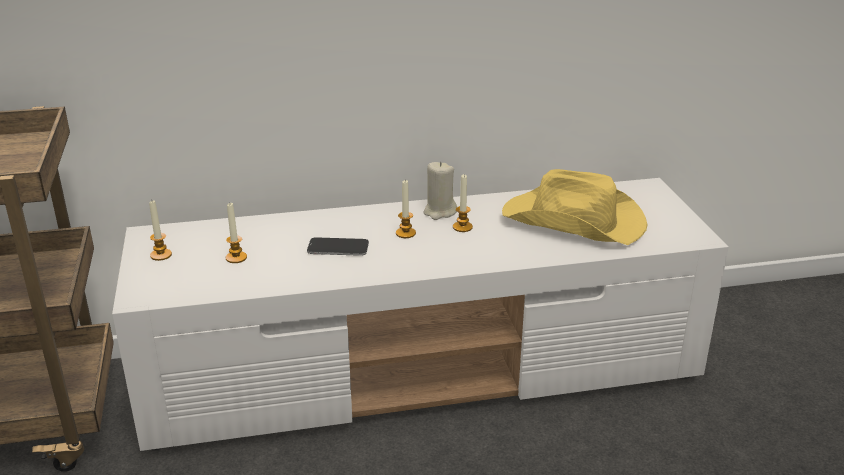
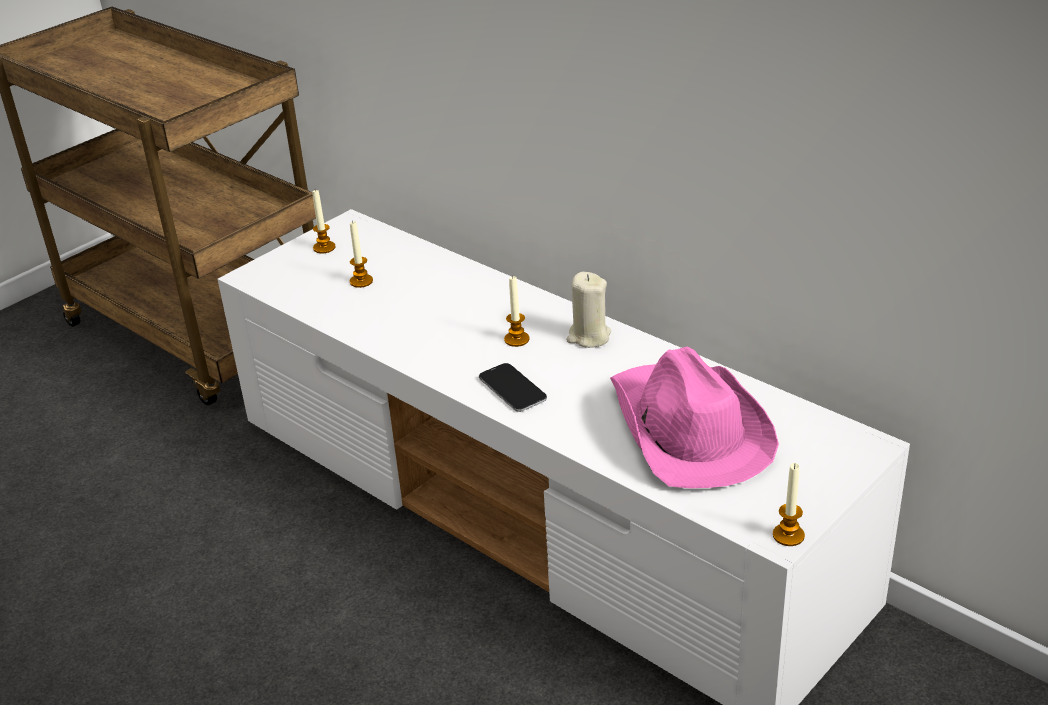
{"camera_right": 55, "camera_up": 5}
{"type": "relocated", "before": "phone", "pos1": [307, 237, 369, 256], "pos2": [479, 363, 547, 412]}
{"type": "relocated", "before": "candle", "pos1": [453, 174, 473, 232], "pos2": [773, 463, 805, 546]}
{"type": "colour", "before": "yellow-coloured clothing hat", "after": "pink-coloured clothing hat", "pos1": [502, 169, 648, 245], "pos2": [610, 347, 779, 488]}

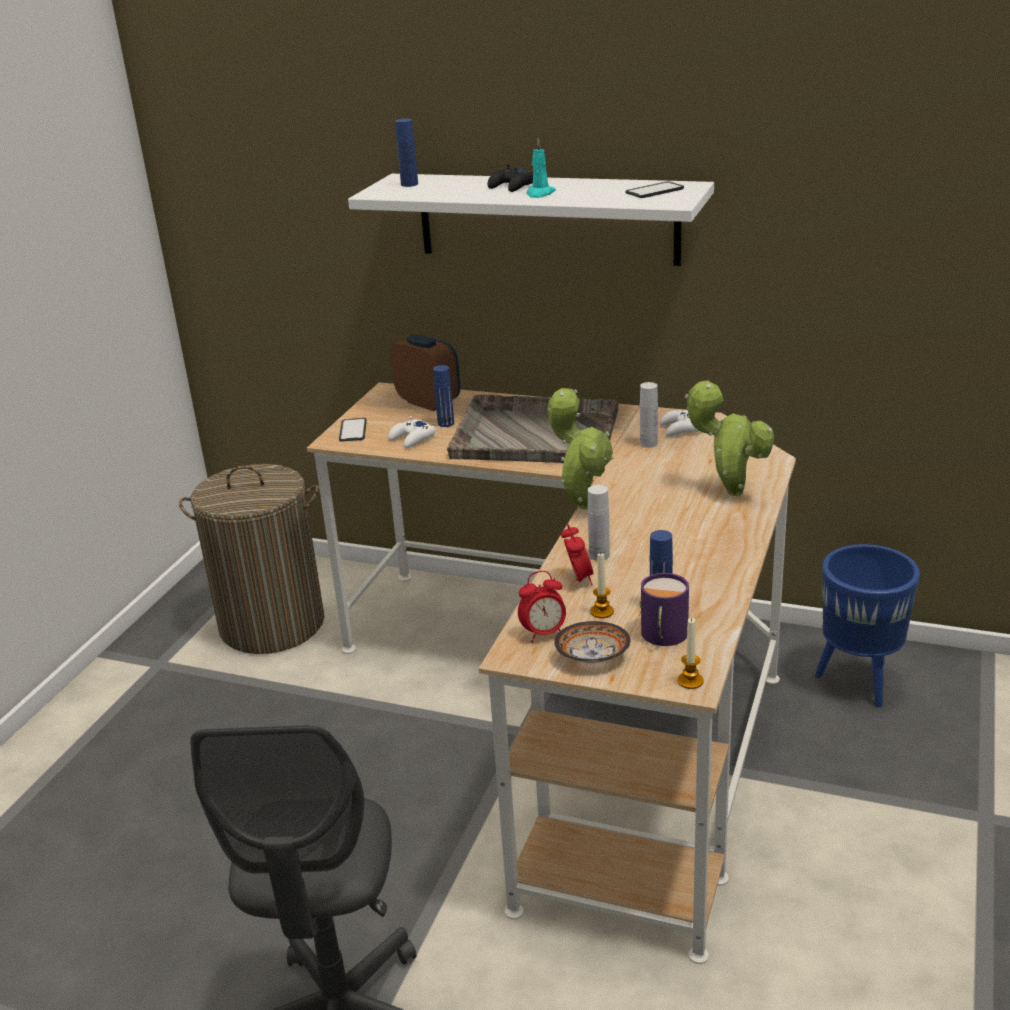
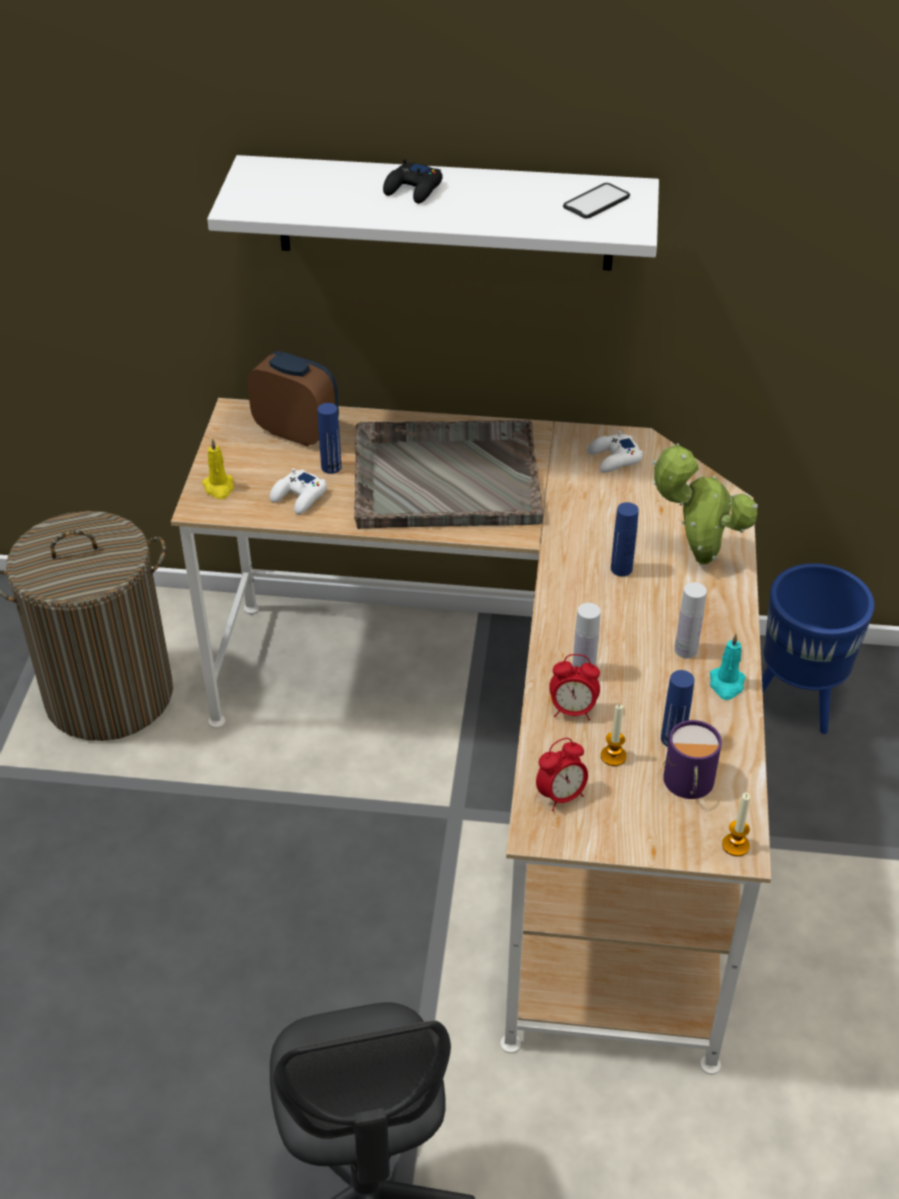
{"camera_right": -15, "camera_up": 15}
{"type": "missing", "before": "potted plant", "pos1": [547, 388, 614, 510]}
{"type": "missing", "before": "deep dish", "pos1": [554, 621, 630, 663]}
{"type": "relocated", "before": "blue-coloured beverage bottle", "pos1": [395, 119, 418, 187], "pos2": [611, 502, 639, 576]}
{"type": "relocated", "before": "blue-green candle", "pos1": [526, 138, 556, 198], "pos2": [710, 634, 746, 700]}
{"type": "relocated", "before": "white-coloured beverage bottle", "pos1": [640, 382, 658, 448], "pos2": [675, 582, 707, 658]}
{"type": "exchanged", "before": "phone", "after": "yellow-coloured candle", "pos1": [339, 418, 367, 442], "pos2": [202, 438, 234, 499]}
{"type": "spun", "before": "alarm clock", "pos1": [561, 523, 594, 586], "pos2": [549, 654, 600, 720], "turn": 120}

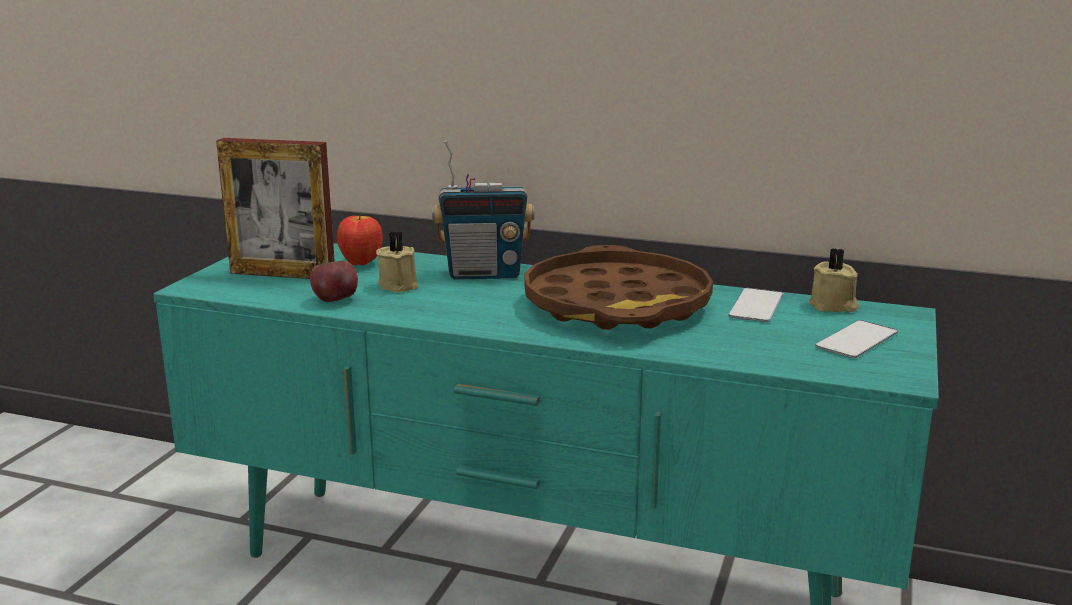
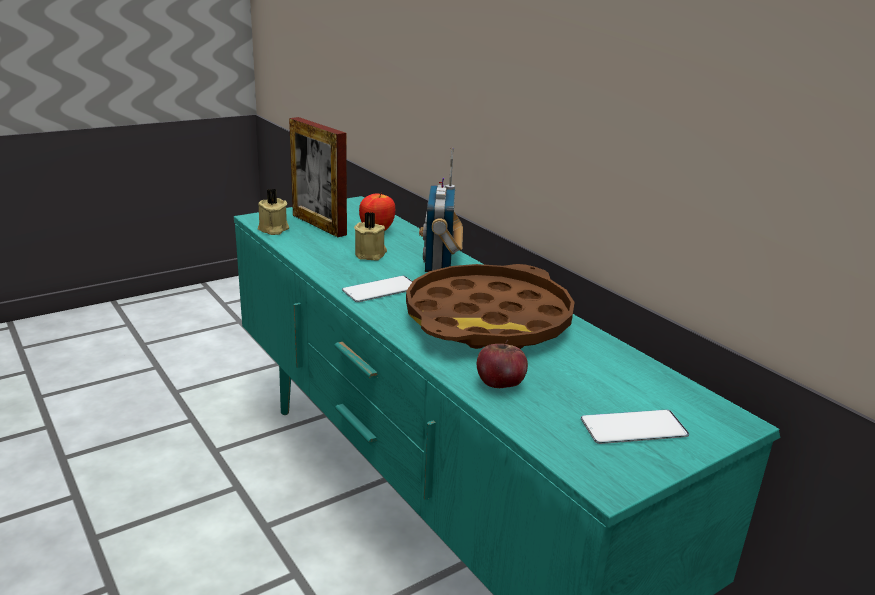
{"camera_right": 35, "camera_up": 5}
{"type": "relocated", "before": "apple fruit", "pos1": [310, 255, 358, 302], "pos2": [477, 340, 528, 388]}
{"type": "relocated", "before": "phone", "pos1": [728, 288, 783, 322], "pos2": [342, 276, 413, 302]}
{"type": "relocated", "before": "beige candle", "pos1": [809, 248, 859, 312], "pos2": [258, 189, 289, 235]}
{"type": "spun", "before": "radio", "pos1": [432, 140, 534, 280], "pos2": [419, 148, 463, 272], "turn": 60}

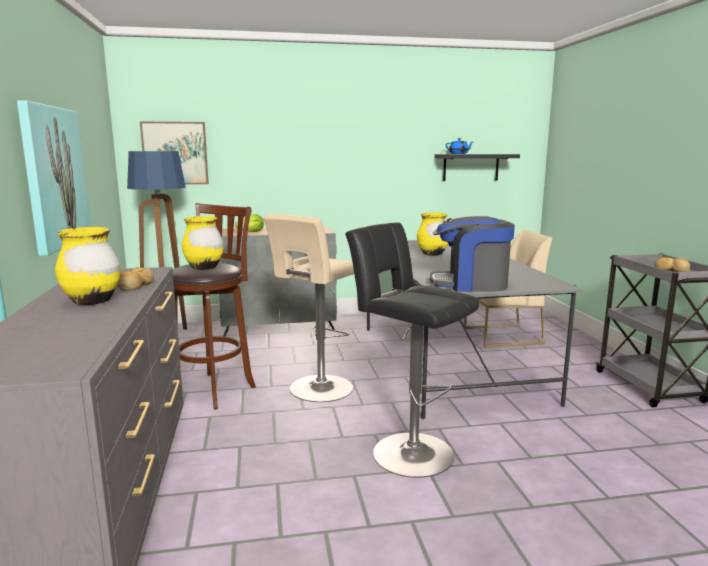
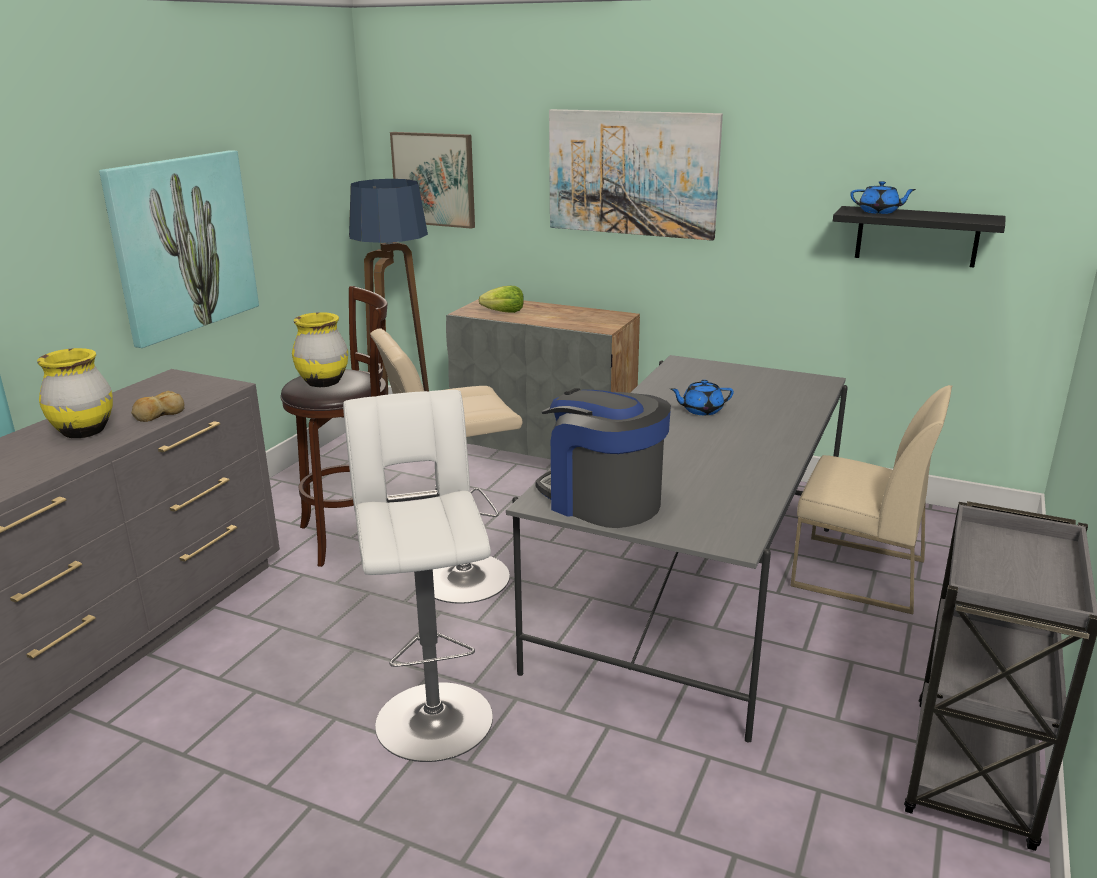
{"camera_right": 35, "camera_up": 10}
{"type": "missing", "before": "bakery bread", "pos1": [654, 257, 690, 272]}
{"type": "appeared", "after": "wall art", "pos2": [549, 109, 723, 241]}
{"type": "exchanged", "before": "yellow-coloured decorative vase", "after": "blue-coloured teapot", "pos1": [417, 212, 448, 256], "pos2": [670, 380, 734, 415]}
{"type": "colour", "before": "black-coloured sitting stool", "after": "white-coloured sitting stool", "pos1": [345, 222, 479, 478], "pos2": [343, 390, 493, 762]}

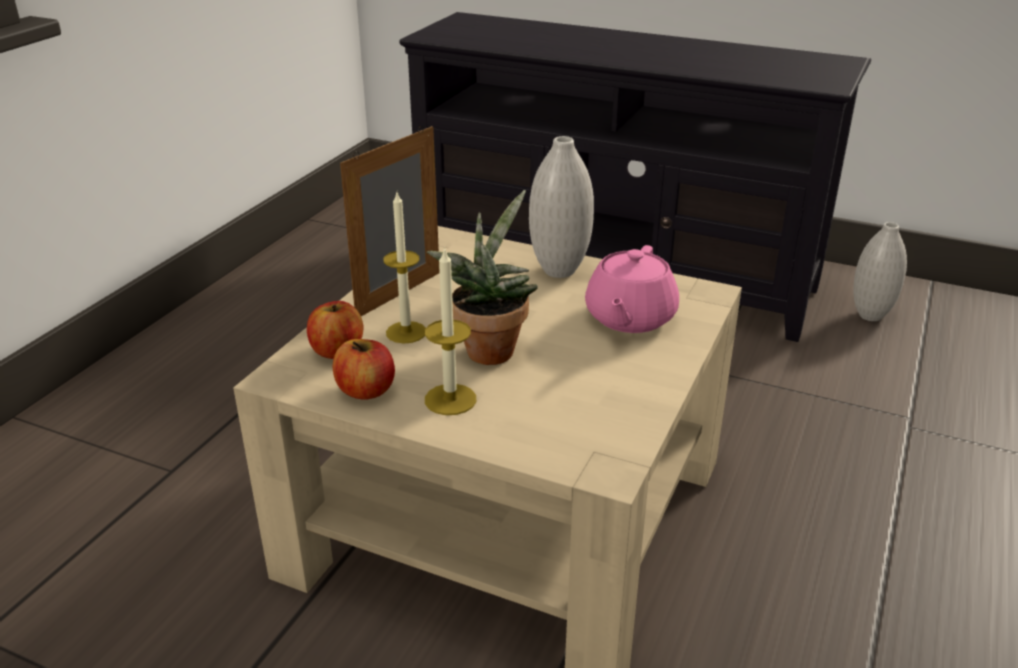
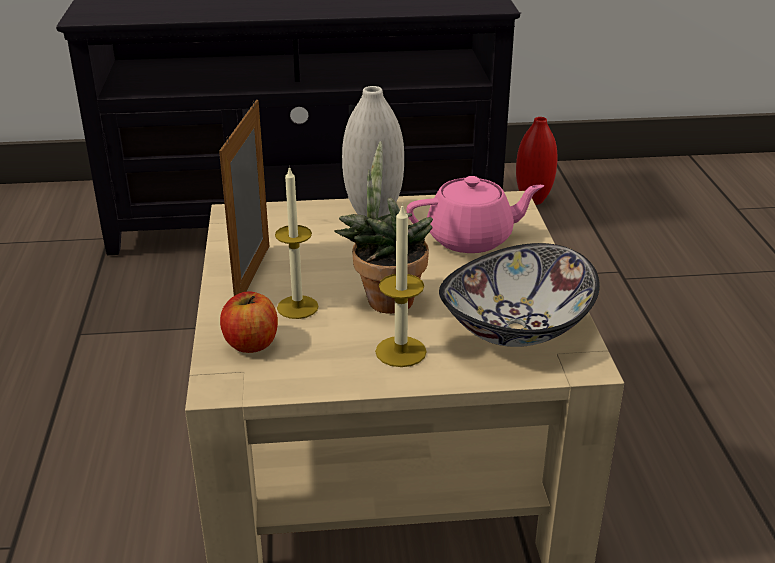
{"camera_right": -30, "camera_up": 0}
{"type": "missing", "before": "apple fruit", "pos1": [332, 339, 395, 400]}
{"type": "appeared", "after": "deep dish", "pos2": [439, 243, 600, 347]}
{"type": "colour", "before": "white-coloured decorative vase", "after": "reddish decorative vase", "pos1": [853, 222, 907, 321], "pos2": [516, 117, 558, 205]}
{"type": "spun", "before": "pink-coloured teapot", "pos1": [585, 245, 679, 333], "pos2": [406, 176, 544, 253], "turn": -90}

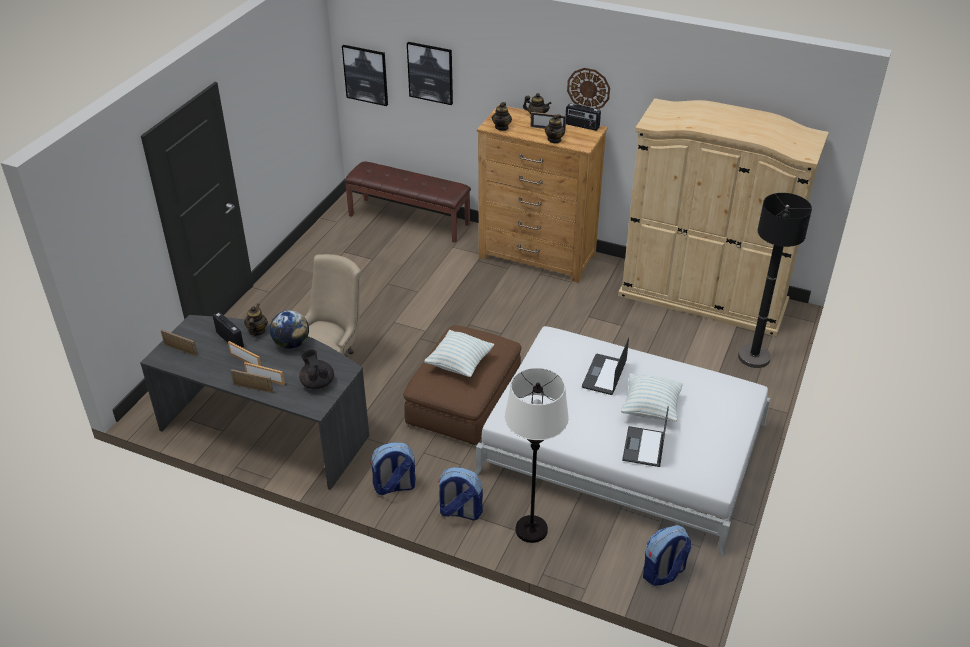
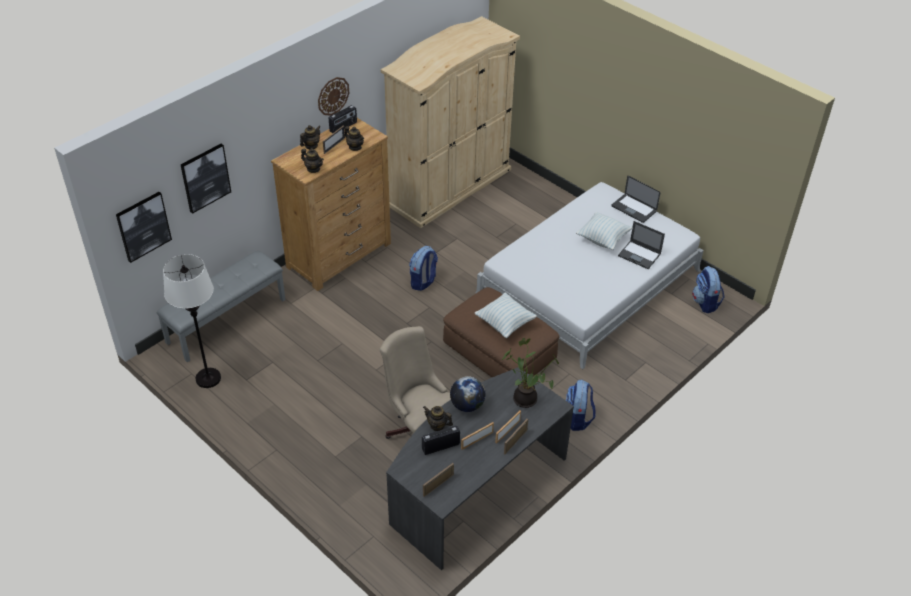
{"camera_right": -70, "camera_up": 5}
{"type": "missing", "before": "black-coloured floor lamp", "pos1": [738, 193, 812, 368]}
{"type": "relocated", "before": "knapsack", "pos1": [437, 467, 483, 520], "pos2": [409, 246, 438, 291]}
{"type": "relocated", "before": "white-coloured floor lamp", "pos1": [504, 368, 569, 543], "pos2": [163, 254, 221, 388]}
{"type": "relocated", "before": "portable computer", "pos1": [582, 337, 629, 395], "pos2": [612, 176, 660, 223]}
{"type": "exchanged", "before": "black-coloured teapot", "after": "potted plant", "pos1": [299, 349, 334, 390], "pos2": [502, 338, 559, 408]}
{"type": "colour", "before": "brown-coloured indoor bench", "after": "gray indoor bench", "pos1": [344, 161, 471, 243], "pos2": [157, 251, 285, 362]}

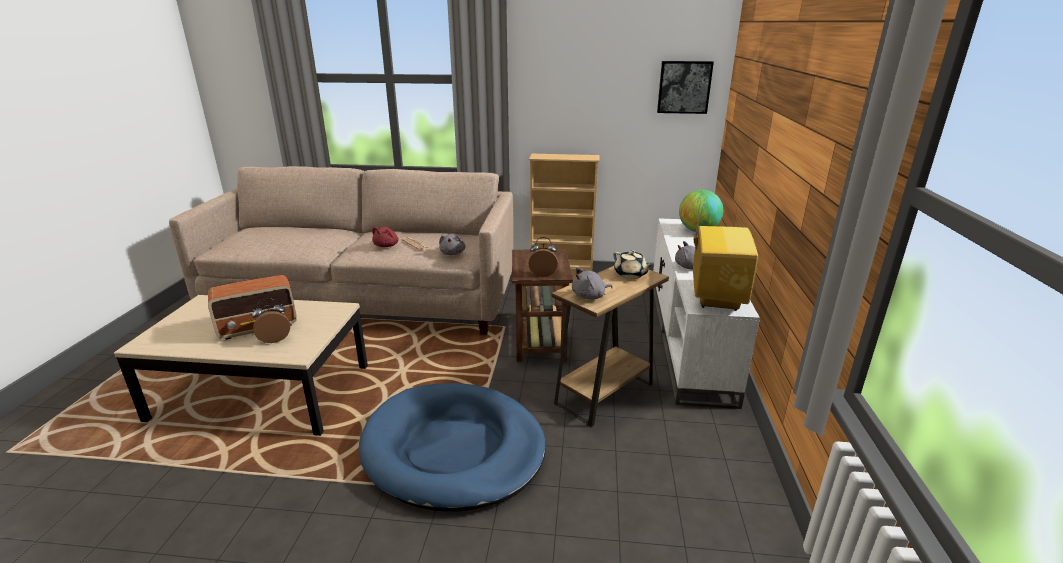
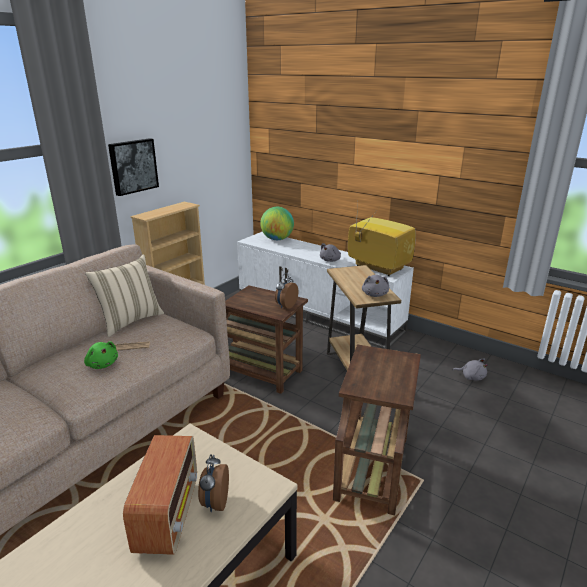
{"camera_right": -60, "camera_up": 0}
{"type": "missing", "before": "beige teapot", "pos1": [613, 250, 653, 279]}
{"type": "appeared", "after": "beige throw pillow", "pos2": [85, 254, 164, 337]}
{"type": "relocated", "before": "gray cuddly toy", "pos1": [439, 234, 466, 255], "pos2": [453, 359, 488, 381]}
{"type": "relocated", "before": "wall art", "pos1": [657, 61, 714, 114], "pos2": [108, 138, 159, 196]}
{"type": "exchanged", "before": "blue-coloured dog cushion", "after": "brown-coloured end table", "pos1": [359, 383, 546, 512], "pos2": [333, 344, 421, 516]}
{"type": "colour", "before": "reddish cuddly toy", "after": "greenish cuddly toy", "pos1": [372, 227, 399, 247], "pos2": [84, 342, 118, 369]}

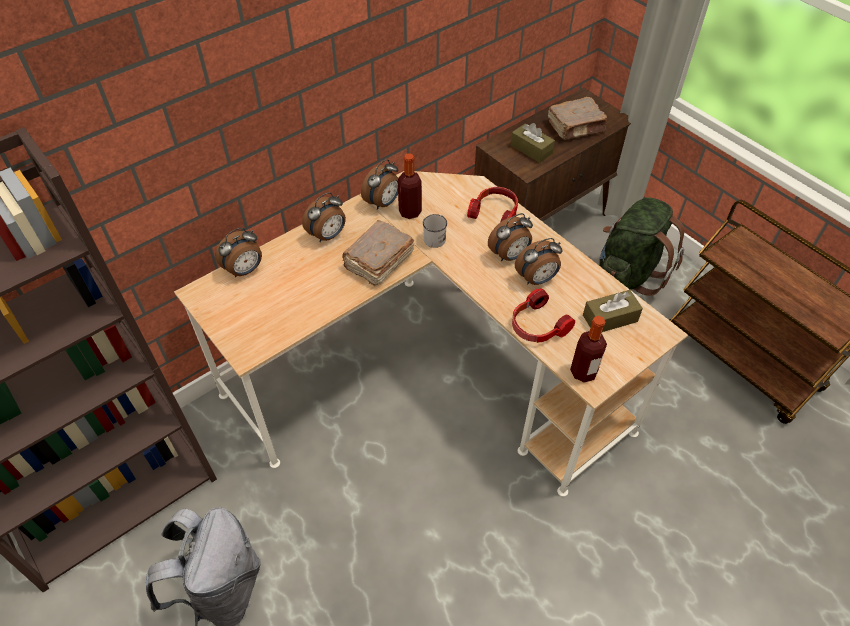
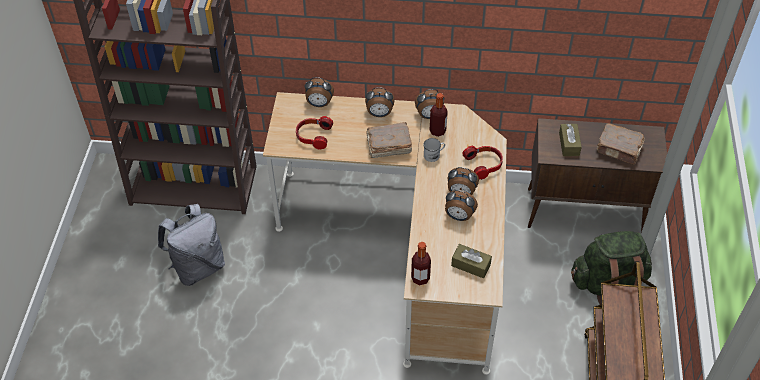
{"camera_right": 45, "camera_up": 0}
{"type": "relocated", "before": "headset", "pos1": [512, 288, 575, 343], "pos2": [296, 116, 333, 150]}

